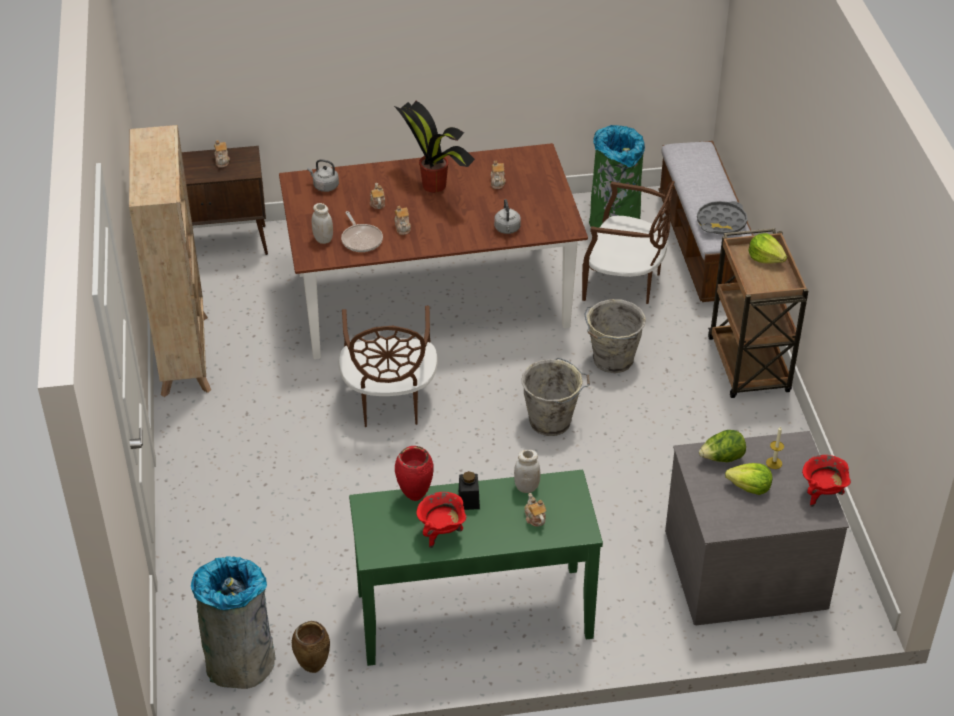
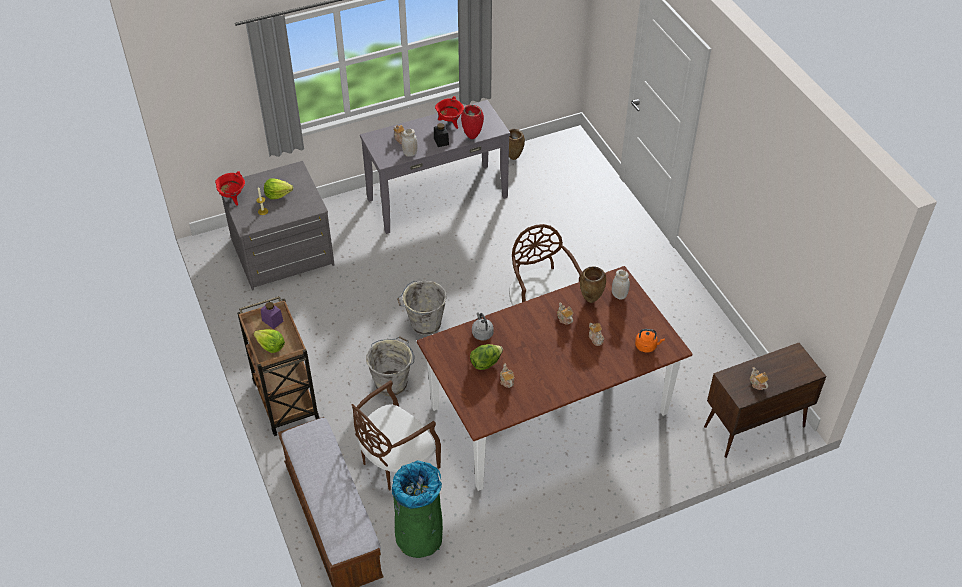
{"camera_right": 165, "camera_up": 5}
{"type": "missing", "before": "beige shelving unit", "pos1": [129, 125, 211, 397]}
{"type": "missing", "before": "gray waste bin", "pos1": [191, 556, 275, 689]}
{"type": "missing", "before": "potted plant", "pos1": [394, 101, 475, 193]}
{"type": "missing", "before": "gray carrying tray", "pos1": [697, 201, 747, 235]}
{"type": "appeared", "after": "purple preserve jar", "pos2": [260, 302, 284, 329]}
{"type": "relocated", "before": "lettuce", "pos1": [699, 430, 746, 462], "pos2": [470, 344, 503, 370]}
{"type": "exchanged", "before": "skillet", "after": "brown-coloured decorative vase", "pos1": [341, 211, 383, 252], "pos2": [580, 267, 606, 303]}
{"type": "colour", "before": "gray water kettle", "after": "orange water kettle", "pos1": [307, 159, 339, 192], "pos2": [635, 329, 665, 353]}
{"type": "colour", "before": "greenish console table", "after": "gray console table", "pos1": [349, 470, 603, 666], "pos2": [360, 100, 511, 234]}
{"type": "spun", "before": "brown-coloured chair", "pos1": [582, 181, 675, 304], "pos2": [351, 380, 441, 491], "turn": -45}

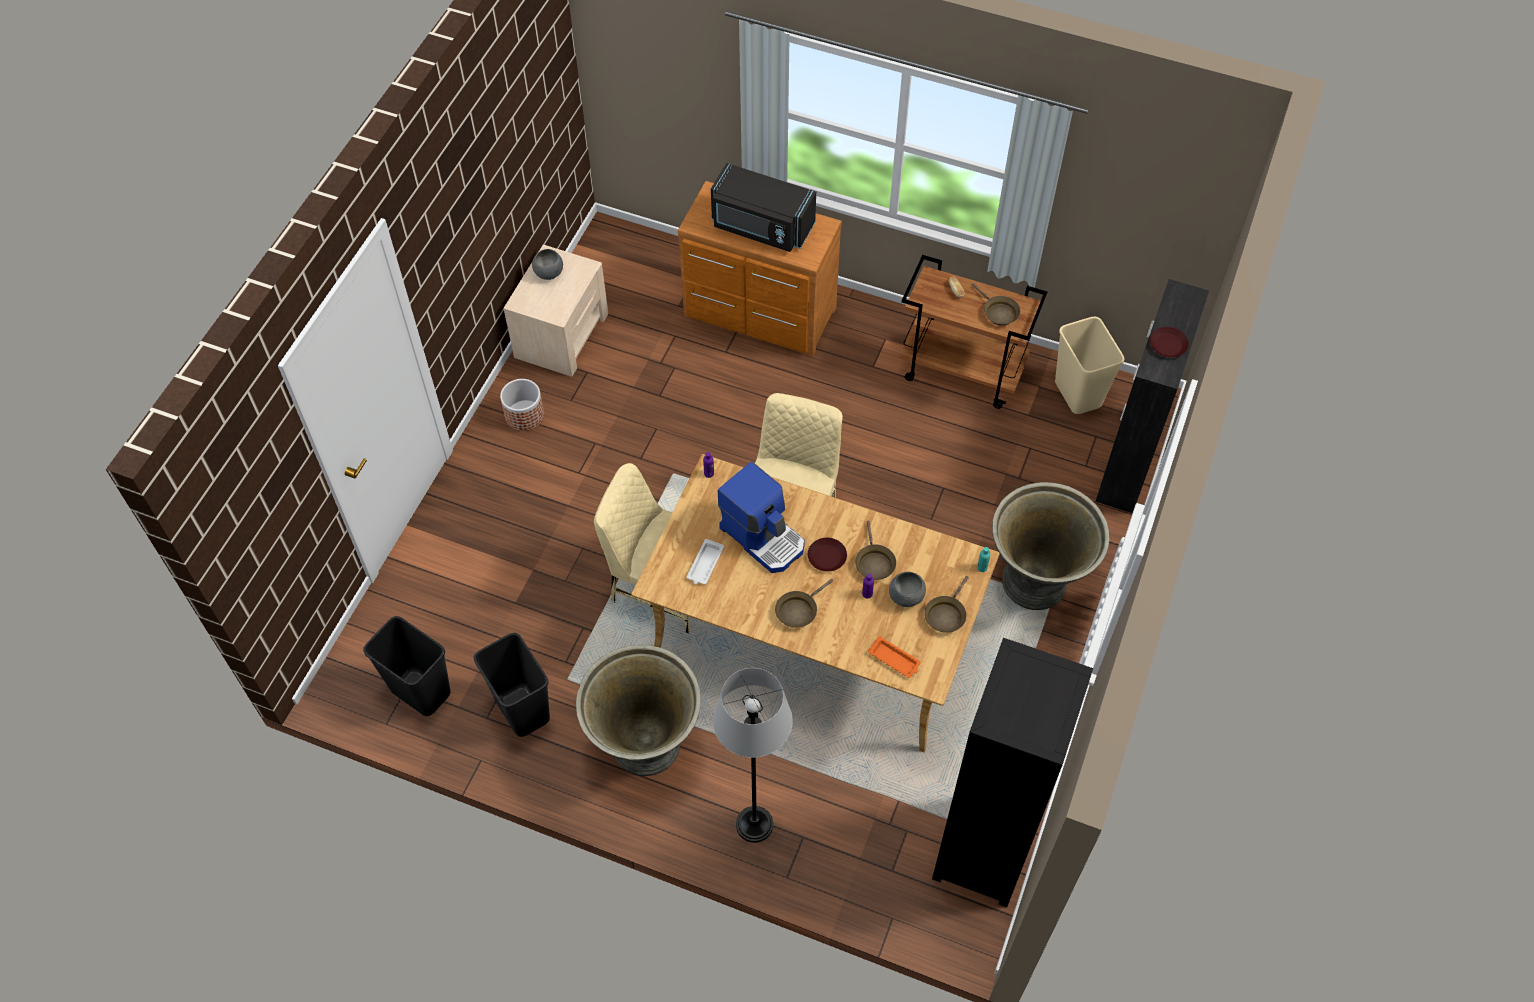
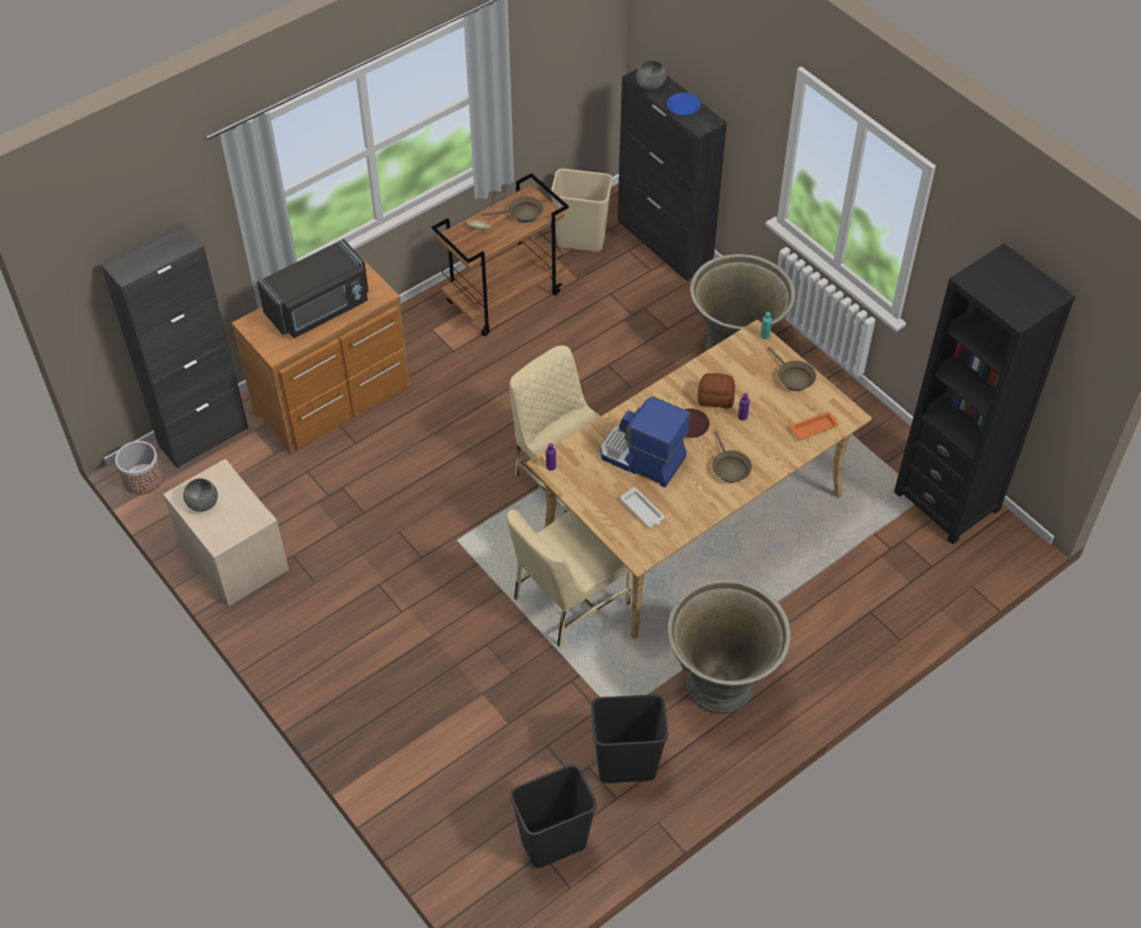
{"camera_right": -60, "camera_up": -5}
{"type": "missing", "before": "gray floor lamp", "pos1": [713, 668, 793, 843]}
{"type": "appeared", "after": "black-coloured storage cabinet", "pos2": [101, 223, 249, 469]}
{"type": "relocated", "before": "plant pot", "pos1": [500, 379, 544, 431], "pos2": [115, 441, 163, 495]}
{"type": "relocated", "before": "gray deep dish", "pos1": [889, 572, 926, 607], "pos2": [636, 60, 667, 90]}
{"type": "exchanged", "before": "brown-coloured skillet", "after": "bakery bread", "pos1": [855, 521, 896, 580], "pos2": [698, 373, 735, 409]}
{"type": "colour", "before": "brown-coloured flat dish", "after": "blue-coloured flat dish", "pos1": [1150, 327, 1189, 358], "pos2": [667, 93, 701, 115]}
{"type": "spun", "before": "coffee maker", "pos1": [718, 461, 805, 573], "pos2": [600, 396, 690, 487], "turn": -135}

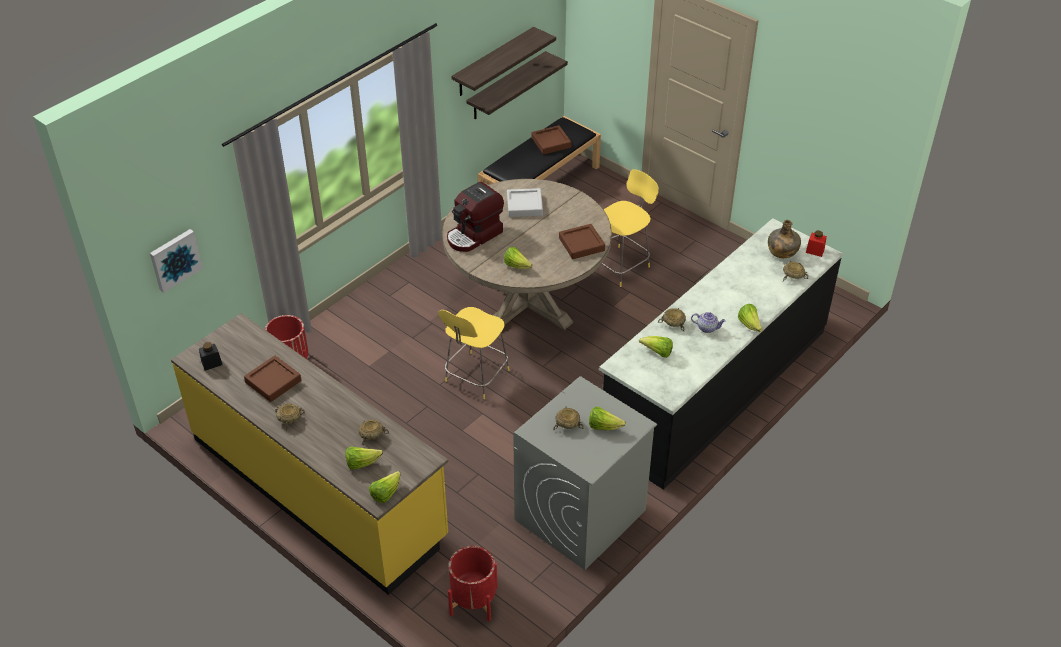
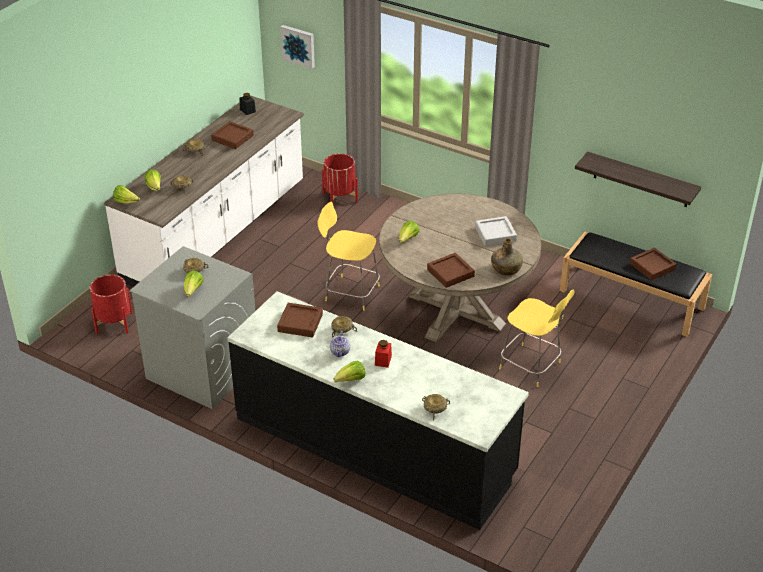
{"camera_right": 80, "camera_up": -5}
{"type": "missing", "before": "coffee maker", "pos1": [447, 182, 504, 252]}
{"type": "missing", "before": "shelf", "pos1": [452, 27, 556, 96]}
{"type": "relocated", "before": "greenish beverage bottle", "pos1": [768, 220, 801, 258], "pos2": [491, 238, 523, 275]}
{"type": "relocated", "before": "reddish preserve jar", "pos1": [806, 231, 827, 257], "pos2": [375, 340, 392, 368]}
{"type": "exchanged", "before": "lettuce", "after": "brown-coloured carrying tray", "pos1": [639, 336, 673, 358], "pos2": [277, 303, 323, 337]}
{"type": "colour", "before": "yellow-coloured counter", "after": "white-coloured counter", "pos1": [171, 313, 448, 595], "pos2": [104, 95, 304, 287]}

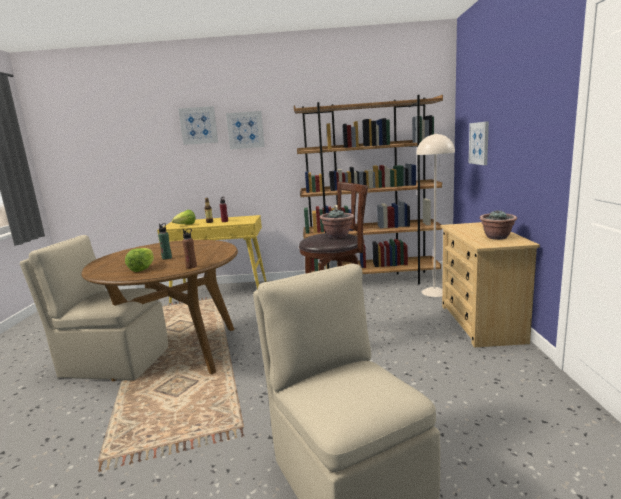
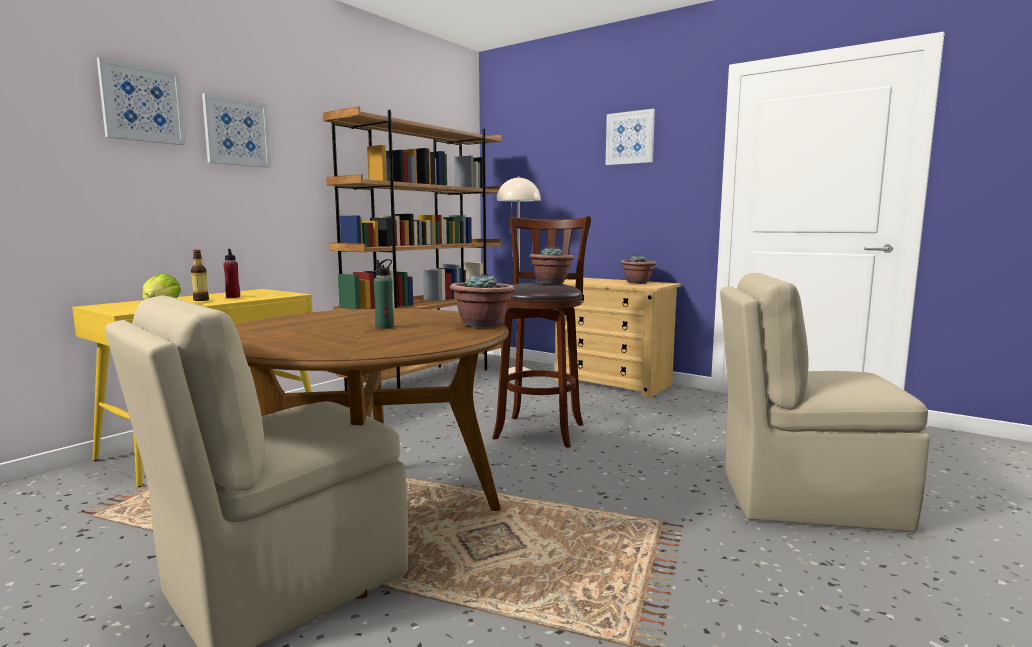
{"camera_right": -55, "camera_up": -5}
{"type": "missing", "before": "lettuce", "pos1": [125, 248, 154, 272]}
{"type": "relocated", "before": "wall art", "pos1": [469, 121, 489, 165], "pos2": [605, 109, 655, 165]}
{"type": "exchanged", "before": "brown-coloured beverage bottle", "after": "potted plant", "pos1": [182, 228, 197, 268], "pos2": [450, 273, 515, 328]}

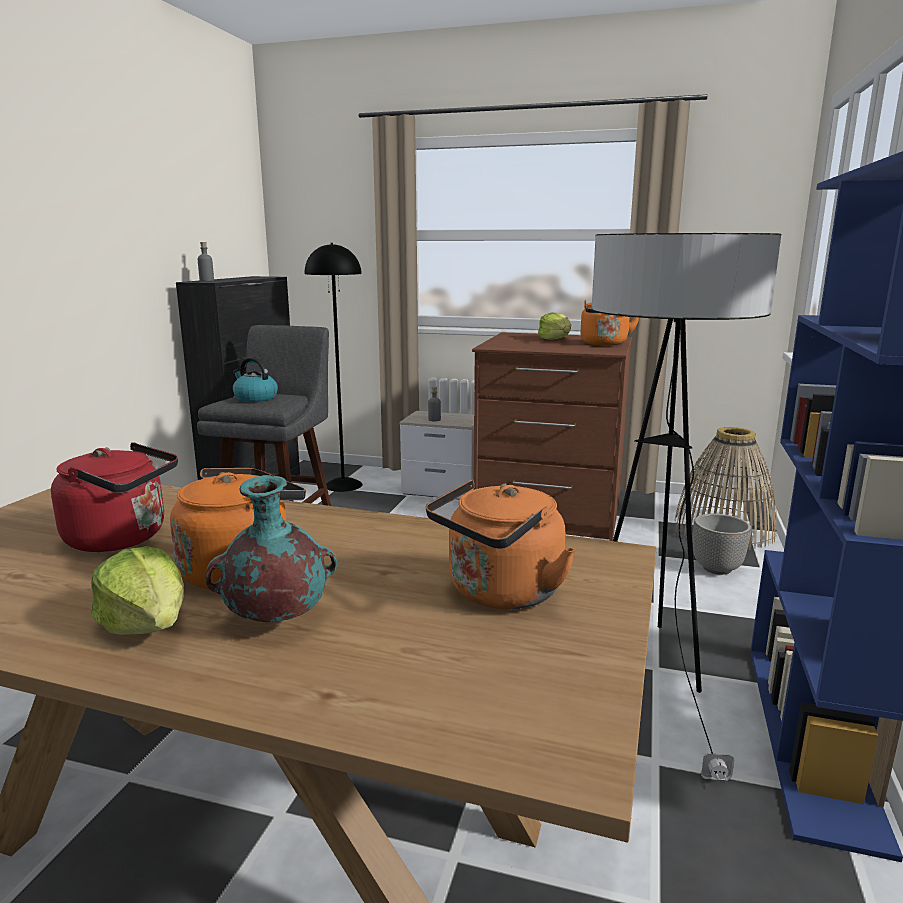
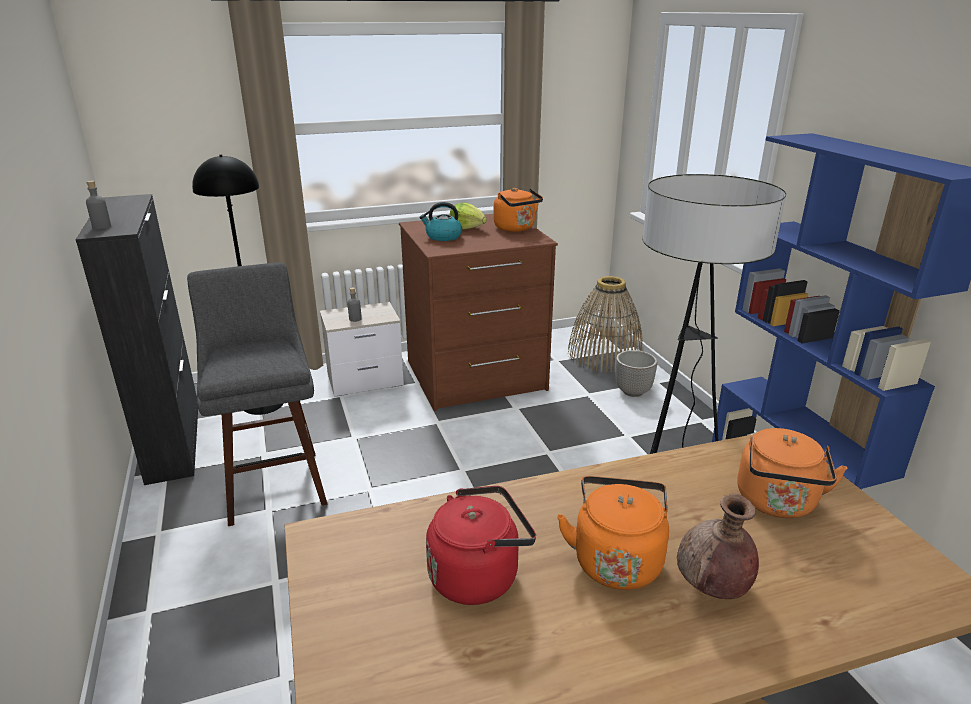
{"camera_right": -35, "camera_up": 10}
{"type": "missing", "before": "lettuce", "pos1": [91, 546, 184, 635]}
{"type": "relocated", "before": "water kettle", "pos1": [233, 357, 278, 402], "pos2": [420, 202, 462, 241]}
{"type": "colour", "before": "blue-green decorative vase", "after": "brown-coloured decorative vase", "pos1": [206, 475, 337, 622], "pos2": [677, 494, 759, 599]}

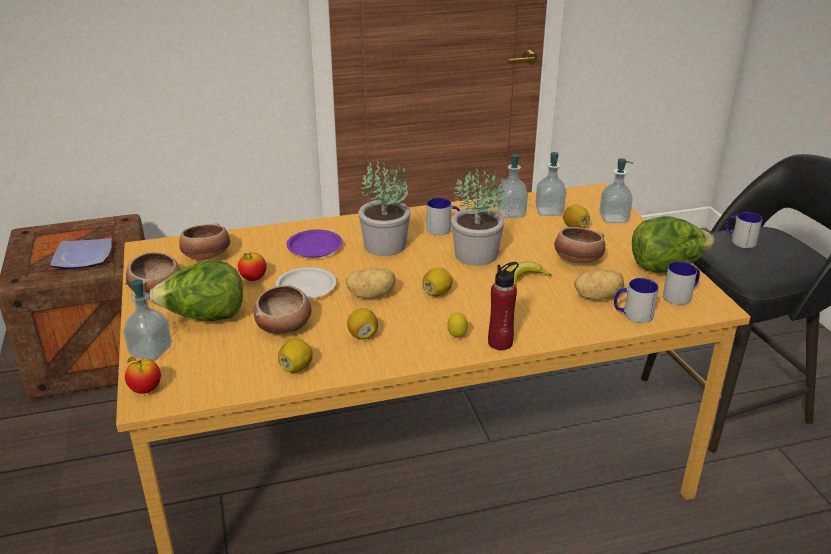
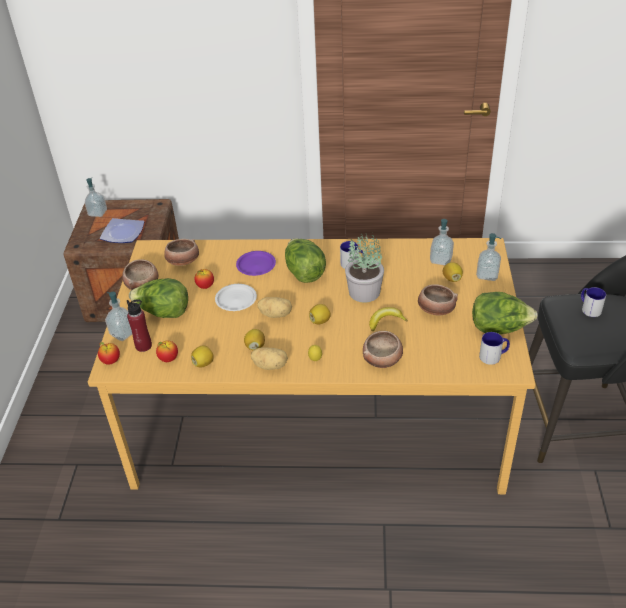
{"camera_right": 20, "camera_up": 10}
{"type": "missing", "before": "tea mug", "pos1": [614, 278, 659, 323]}
{"type": "appeared", "after": "apple fruit", "pos2": [156, 340, 178, 362]}
{"type": "relocated", "before": "deep dish", "pos1": [254, 285, 311, 334], "pos2": [363, 331, 403, 368]}
{"type": "relocated", "before": "reddish beverage bottle", "pos1": [488, 262, 519, 350], "pos2": [127, 299, 152, 352]}
{"type": "relocated", "before": "soap dispenser", "pos1": [497, 154, 528, 218], "pos2": [85, 178, 107, 217]}
{"type": "relocated", "before": "spud", "pos1": [574, 270, 624, 300], "pos2": [251, 347, 288, 370]}
{"type": "exchanged", "before": "potted plant", "after": "lettuce", "pos1": [358, 160, 411, 256], "pos2": [285, 238, 326, 283]}

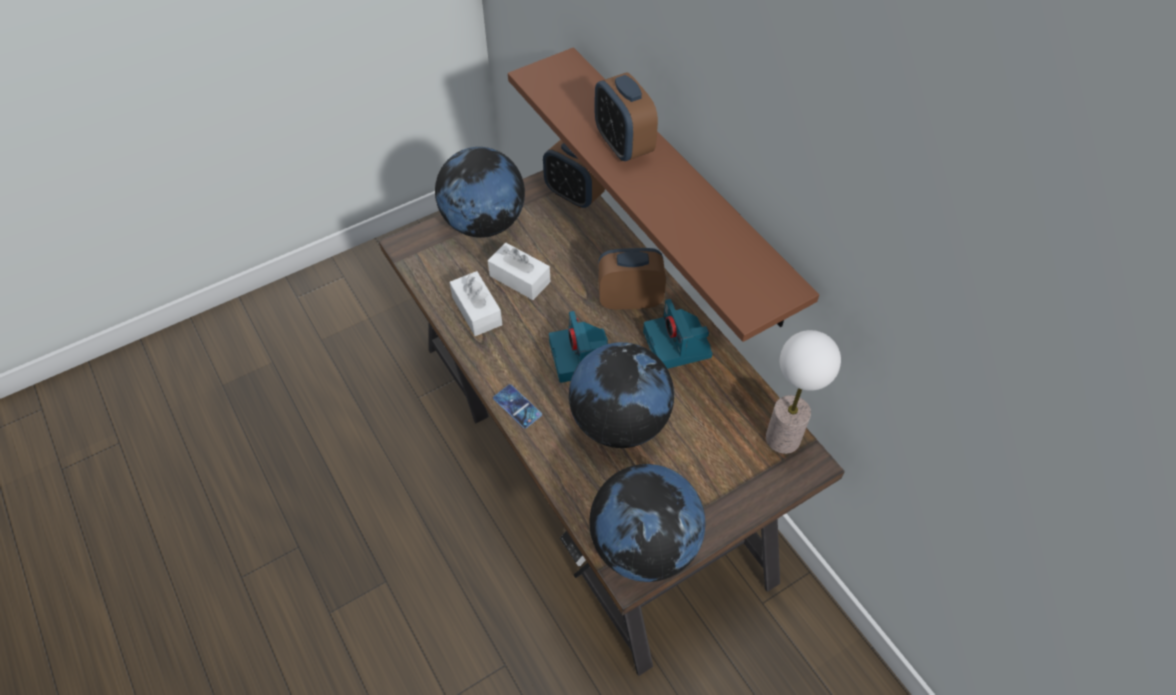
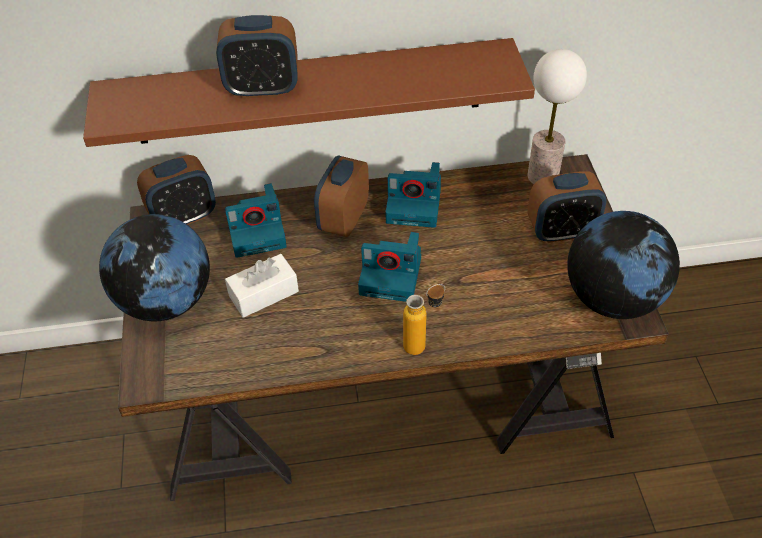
{"camera_right": -65, "camera_up": -5}
{"type": "missing", "before": "white-coloured tissue holder", "pos1": [449, 271, 503, 336]}
{"type": "missing", "before": "desk globe", "pos1": [569, 342, 674, 448]}
{"type": "appeared", "after": "still camera", "pos2": [225, 183, 287, 258]}
{"type": "appeared", "after": "alarm clock", "pos2": [527, 171, 607, 243]}
{"type": "exchanged", "before": "phone", "after": "beverage bottle", "pos1": [493, 384, 542, 428], "pos2": [403, 284, 445, 355]}

